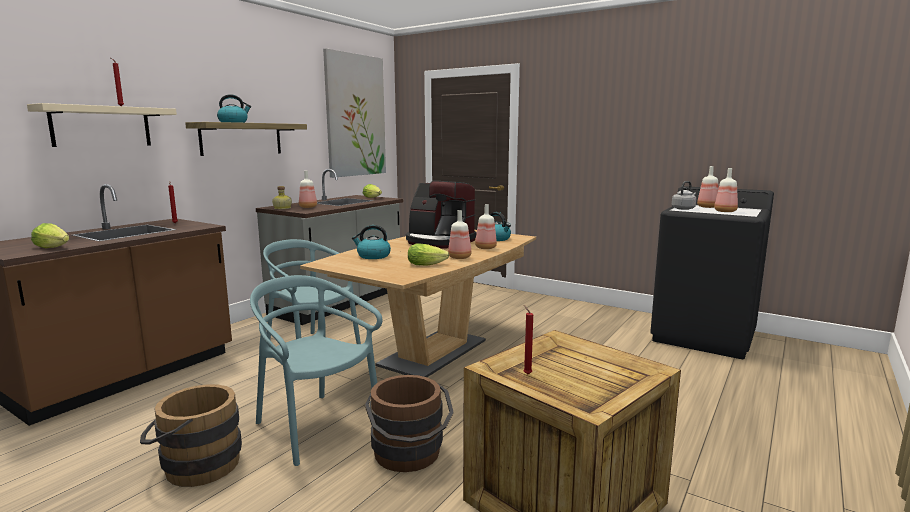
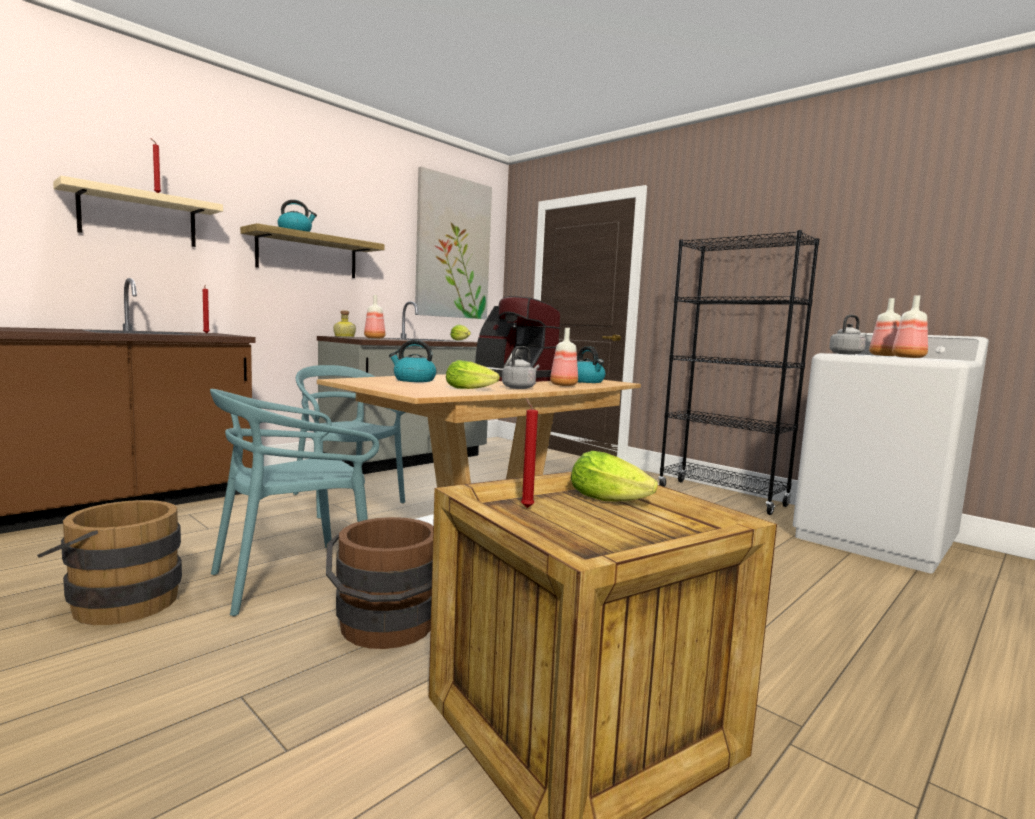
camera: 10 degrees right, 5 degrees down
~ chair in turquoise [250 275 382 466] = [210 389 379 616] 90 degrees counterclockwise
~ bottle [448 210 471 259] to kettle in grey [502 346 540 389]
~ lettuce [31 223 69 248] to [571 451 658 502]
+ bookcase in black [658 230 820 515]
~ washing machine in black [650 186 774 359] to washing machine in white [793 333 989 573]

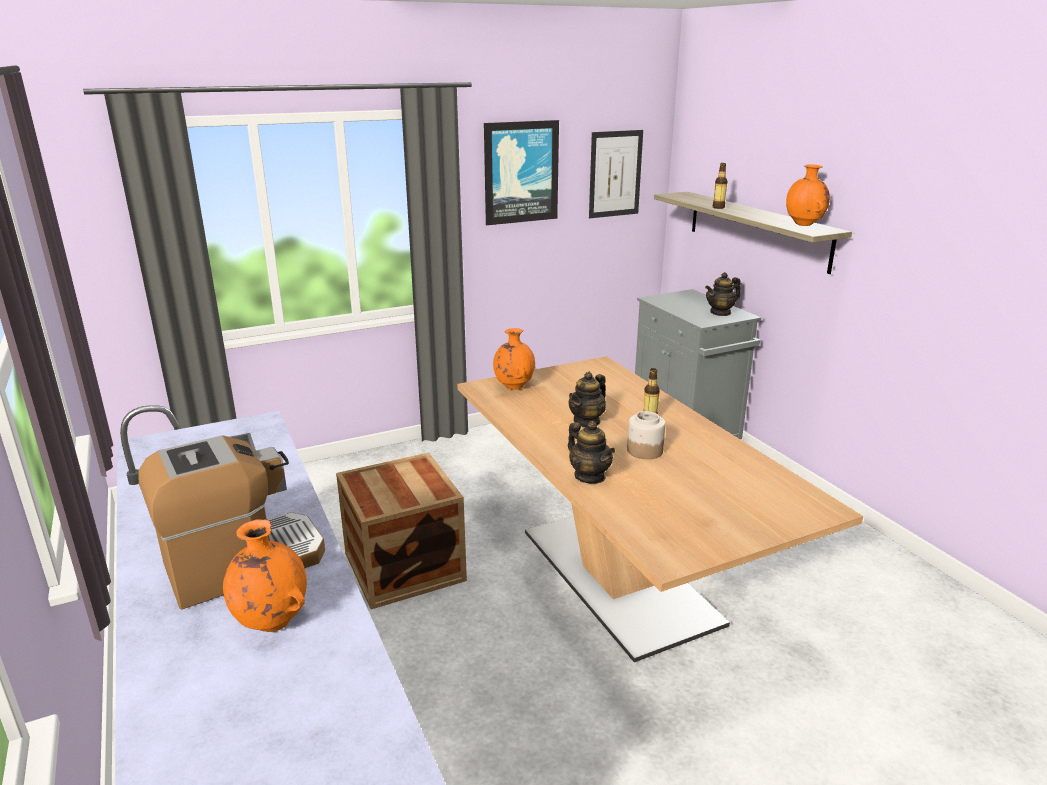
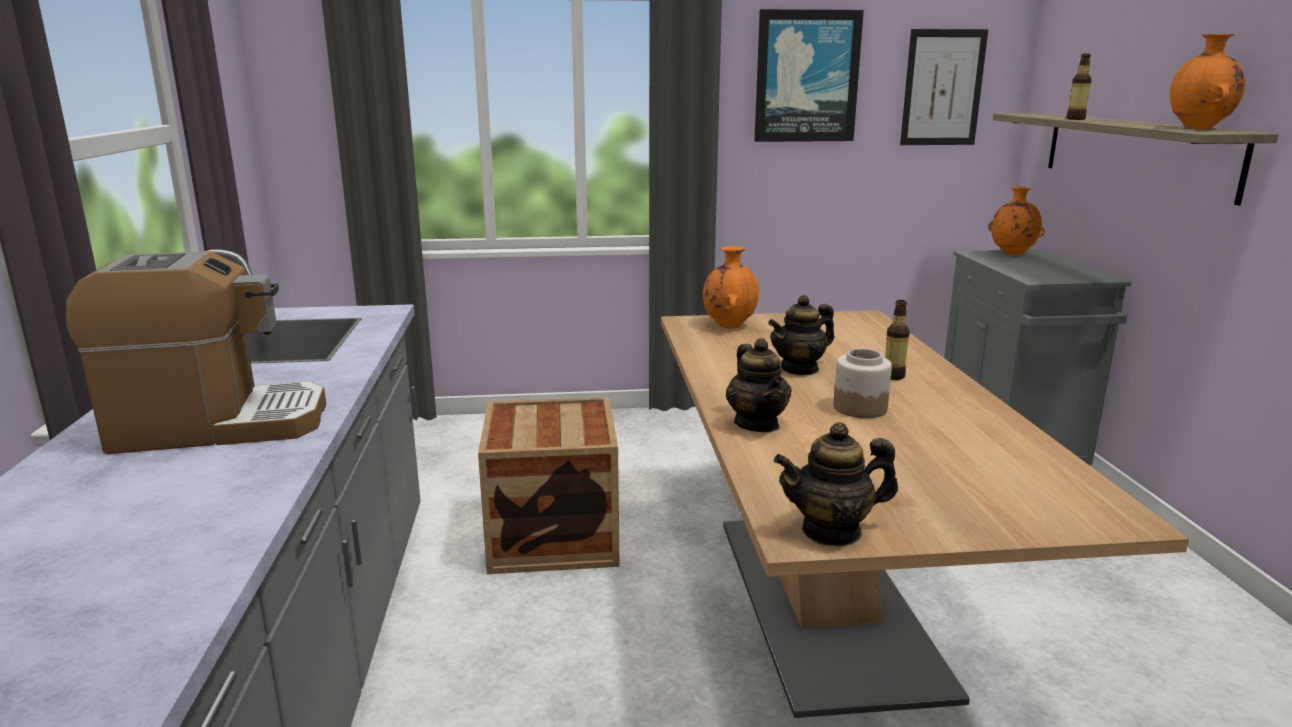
camera: 20 degrees right, 5 degrees down
~ teapot [705 272 741 316] to [774 422 898 546]
~ vase in orange [223 519 307 632] to [988 186 1045 255]

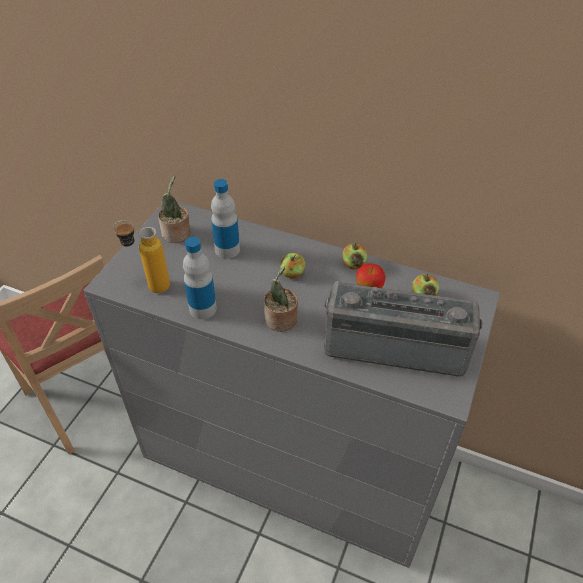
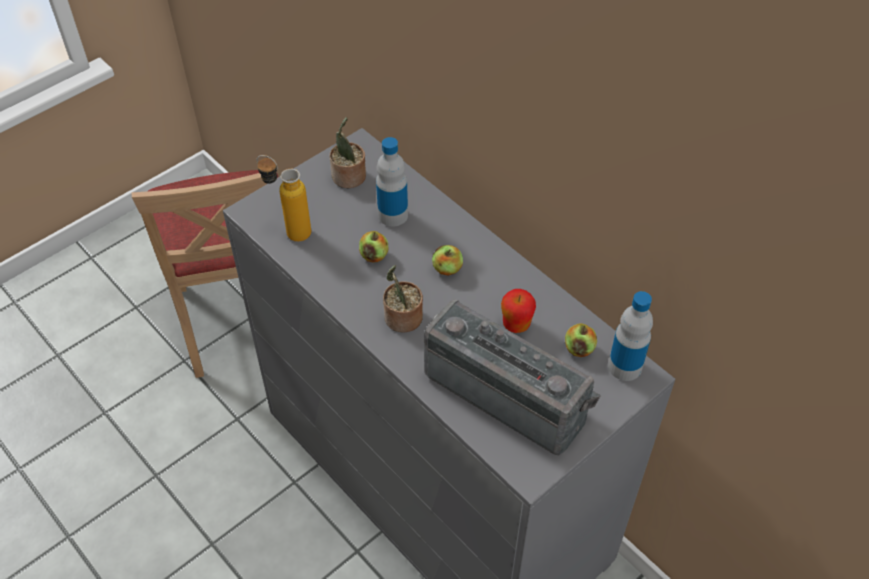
camera: 25 degrees right, 5 degrees up
~ apple [342 243 367 269] to [359 231 389 263]
~ bottle [183 237 217 319] to [608 291 653 381]

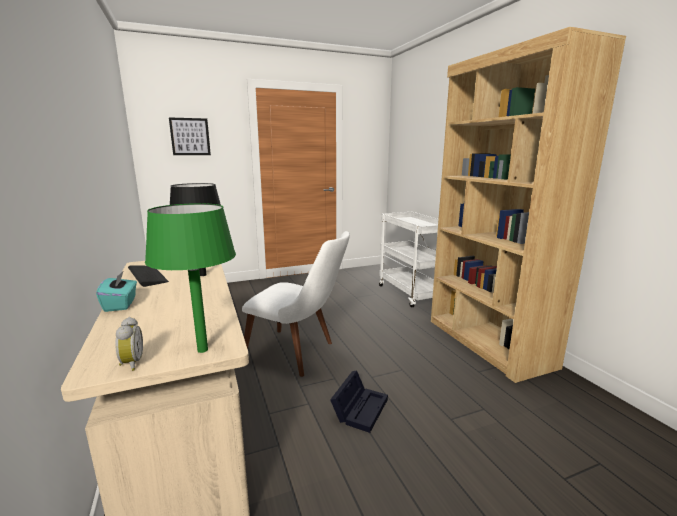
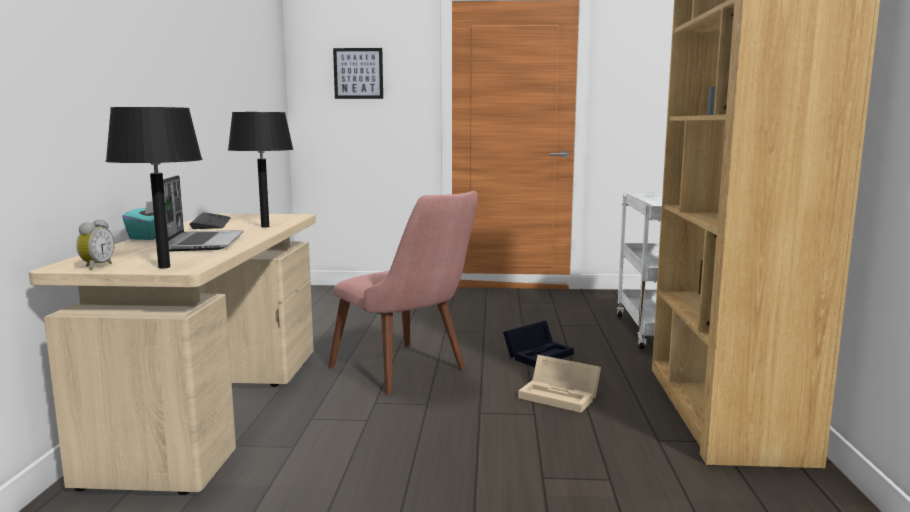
camera: 25 degrees right, 5 degrees down
~ table lamp in green [145 203 236 353] to table lamp in black [106 107 203 269]
+ laptop [163 175 244 251]
~ chair in white [242 231 350 377] to chair in pink [328 191 478 394]
~ storage box in black [330 371 388 433] to [503 321 574 367]
+ storage box in beige [518 355 601 413]

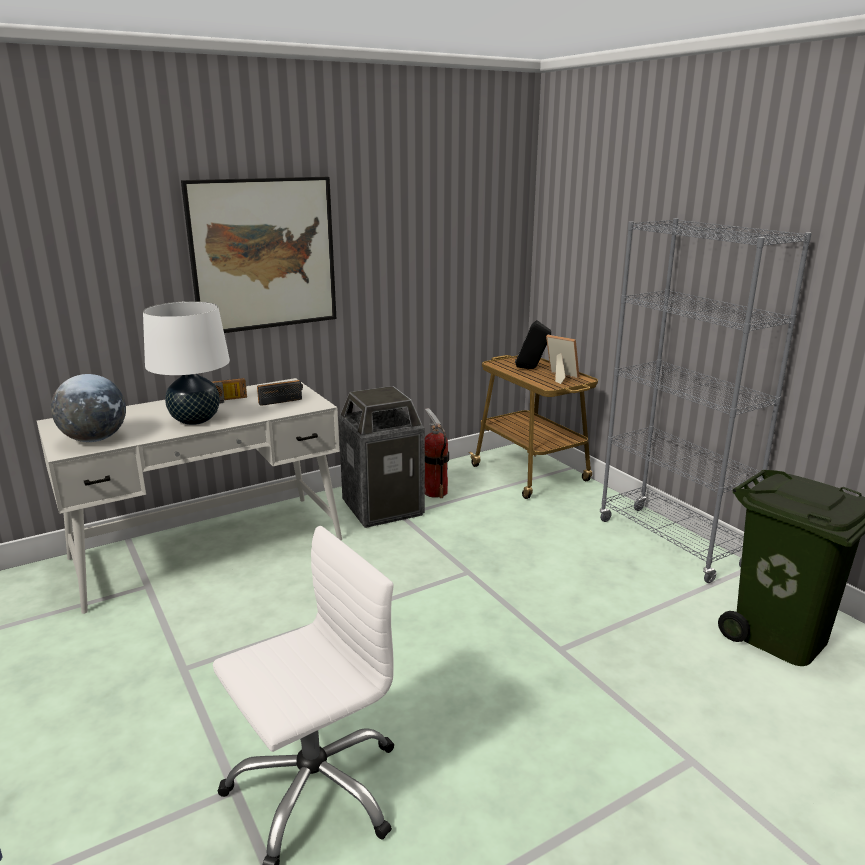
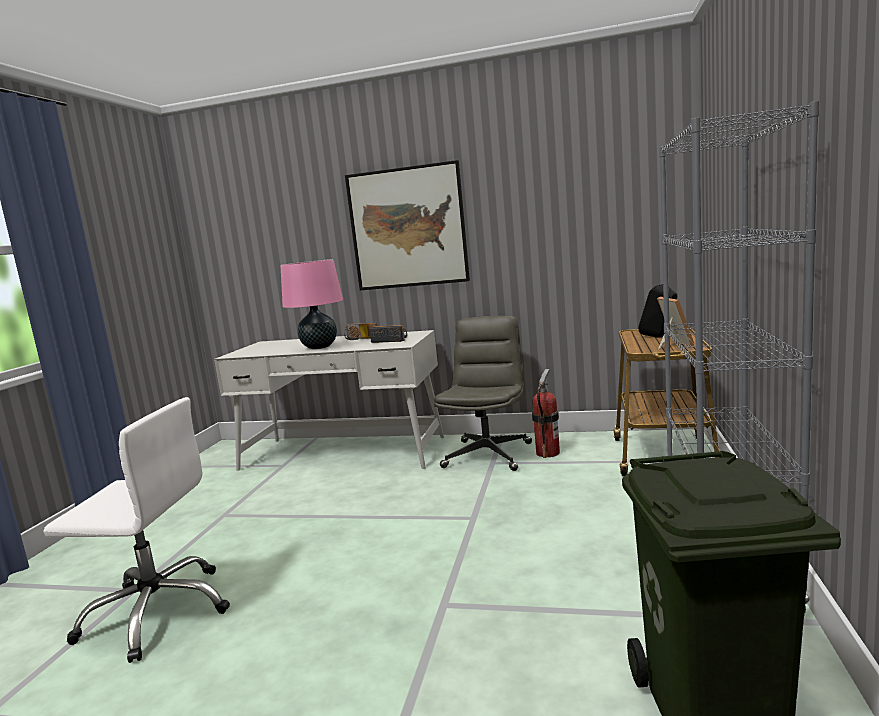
camera: 45 degrees right, 10 degrees down
~ table lamp in white [143 301 230 425] to table lamp in pink [281 259 343 349]
~ trash can [339 386 425 528] to office chair in grey [434 316 532 471]
- globe [51 374 126 442]

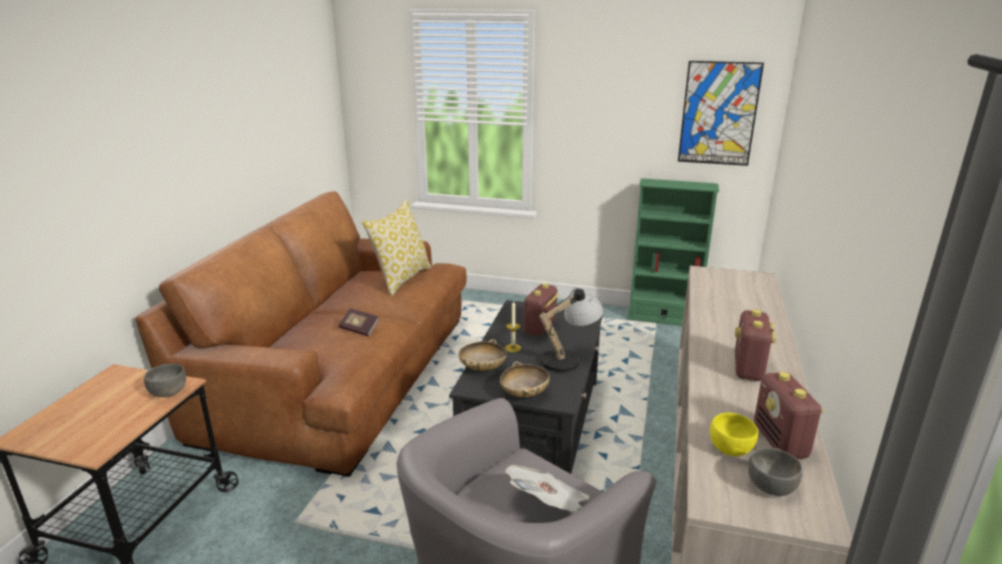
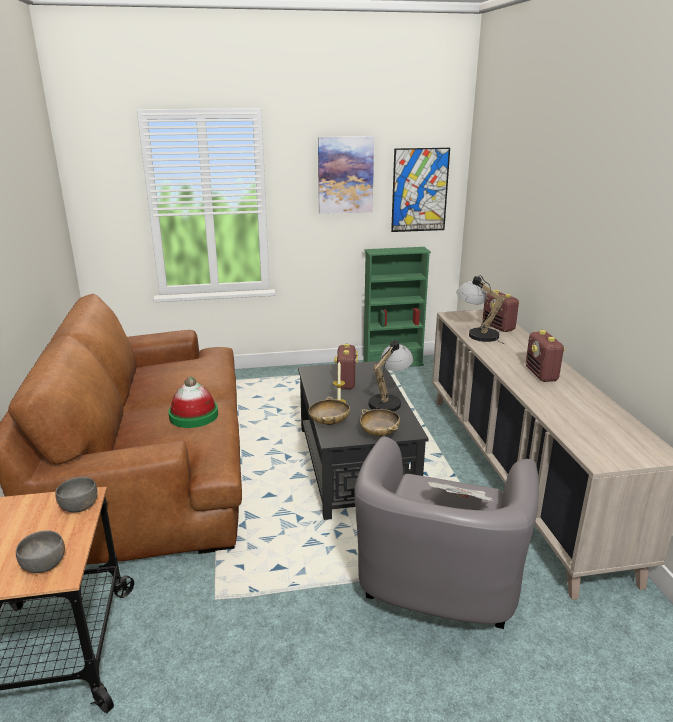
camera: 25 degrees left, 0 degrees up
~ bowl in grey [748 448 803 496] to [16 530 65 573]
~ book [339 308 379 336] to hat [168 377 218 428]
+ picture [318 136 374 214]
+ table lamp [457 275 506 344]
~ radio [754 372 824 459] to [483 290 519 332]
- pillow [362 199 431 296]
- bowl in yellow [710 413 758 456]

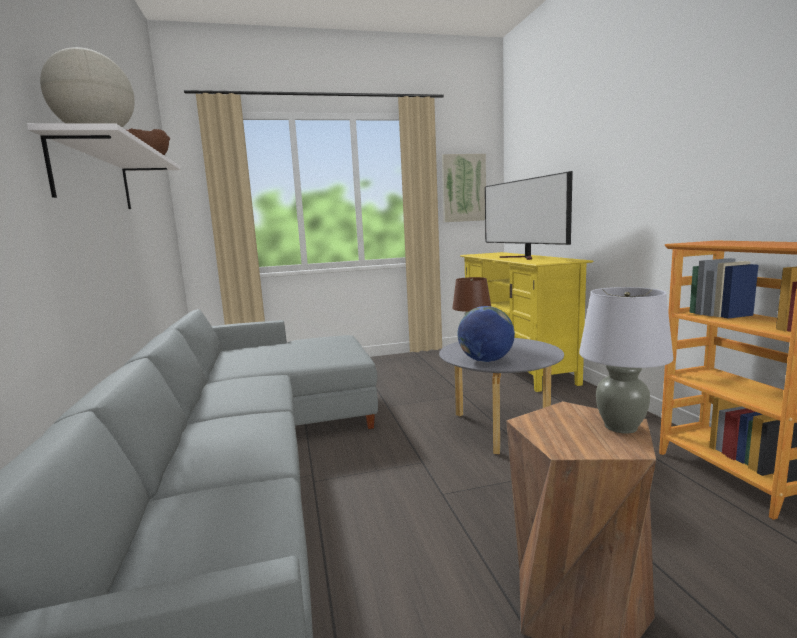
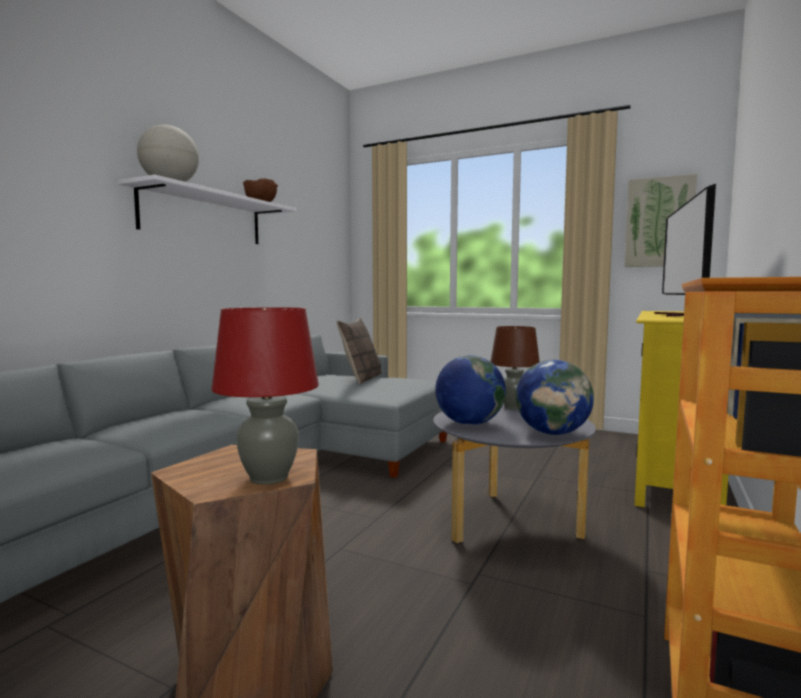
camera: 40 degrees right, 5 degrees down
~ table lamp in grey [579 287 673 434] to table lamp in red [211 307 319 485]
+ pillow [337 318 381 385]
+ globe [516 360 594 435]

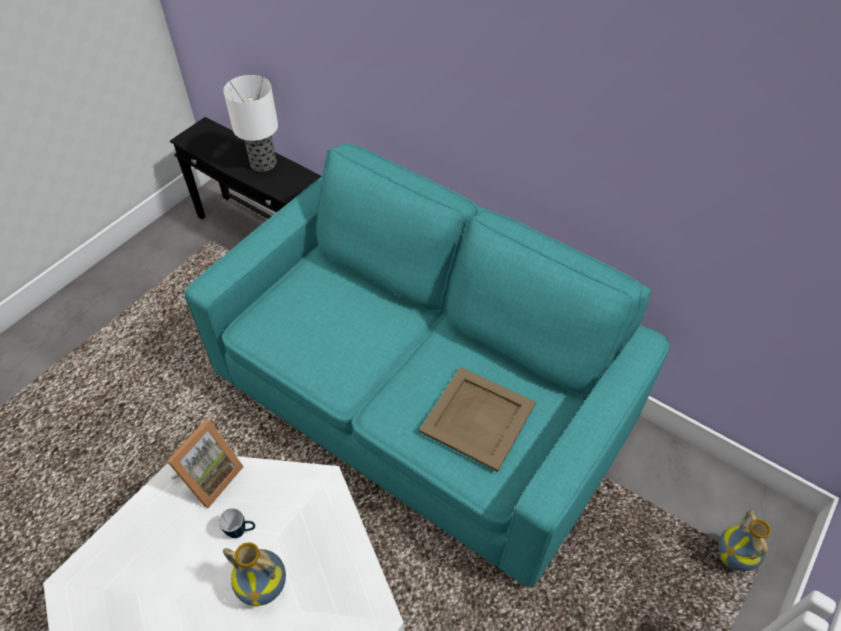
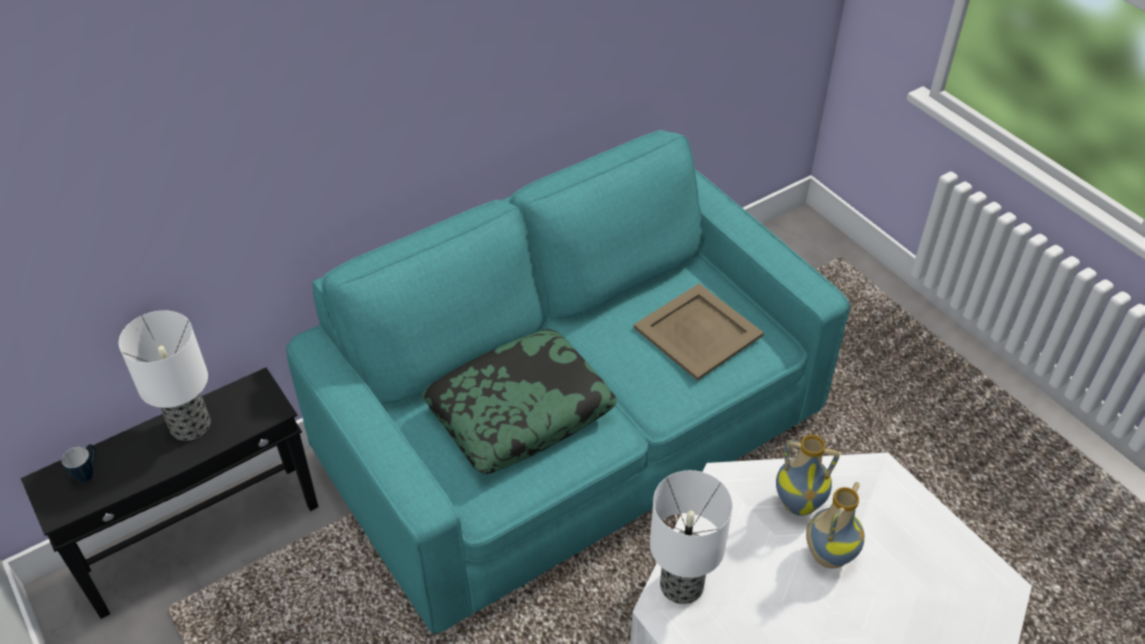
camera: 70 degrees left, 5 degrees down
~ mug [219 508 255 538] to [61 444 96 482]
+ pillow [422 329 617 474]
~ picture frame [167 419 244 508] to table lamp [650 470 733 604]
~ vase [719 510 771 571] to [776 435 840 516]

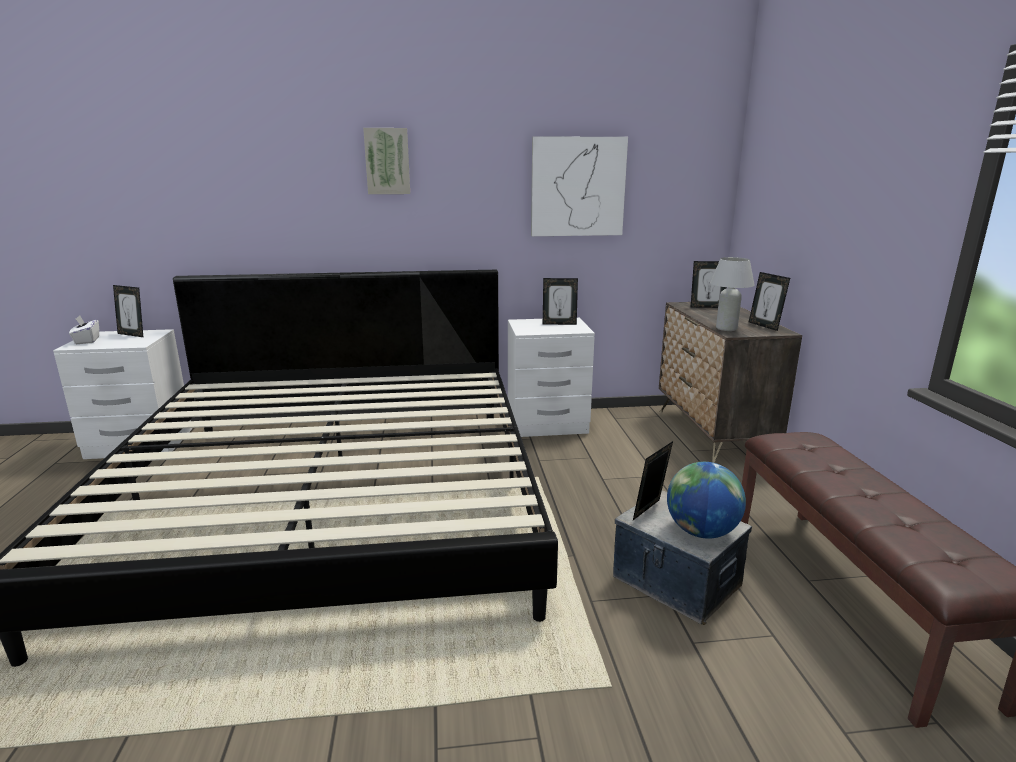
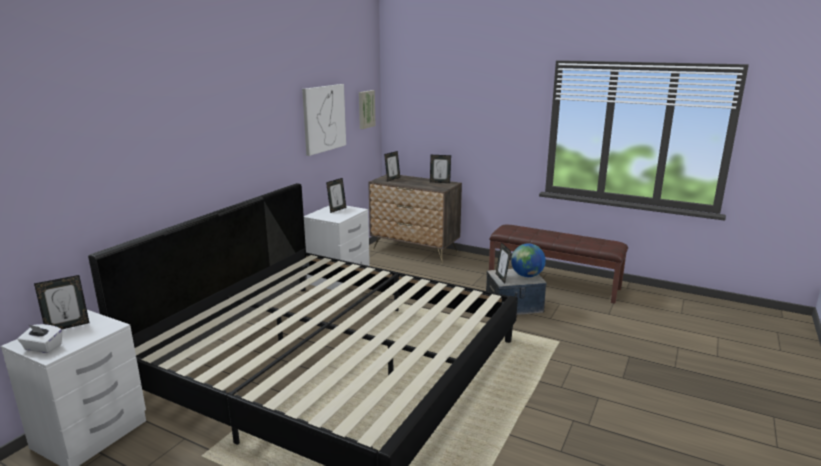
camera: 55 degrees left, 0 degrees up
~ picture [363 128 410 194] to [359 90 376 129]
- table lamp in white [710 257 755 331]

